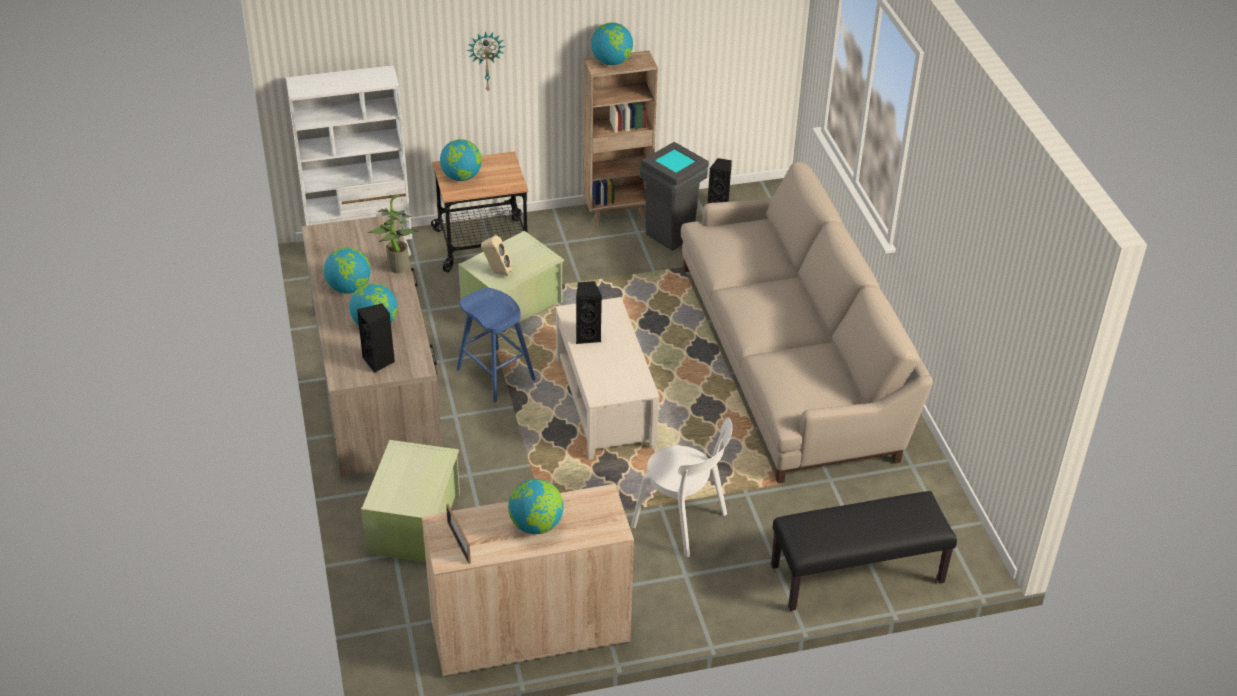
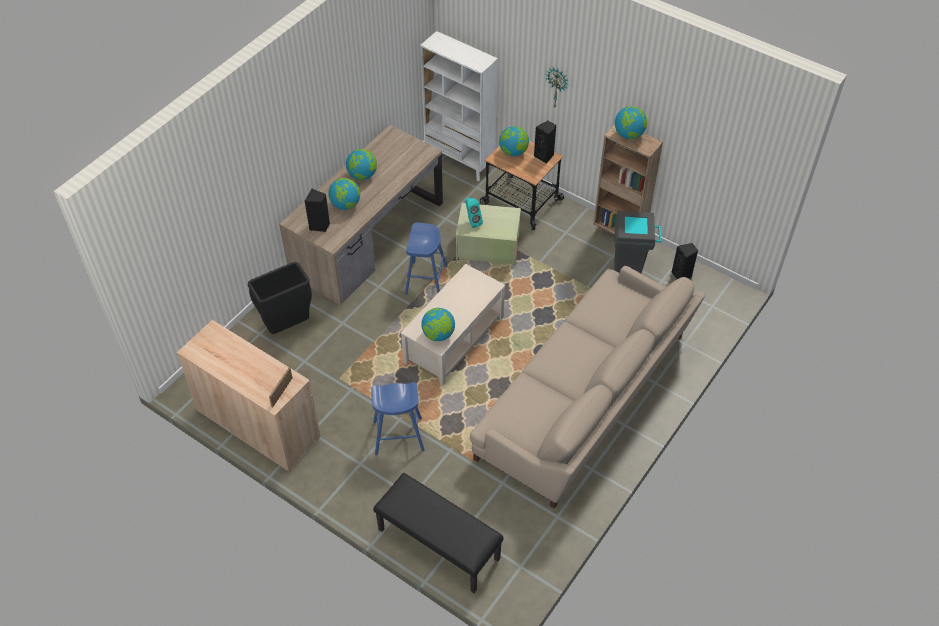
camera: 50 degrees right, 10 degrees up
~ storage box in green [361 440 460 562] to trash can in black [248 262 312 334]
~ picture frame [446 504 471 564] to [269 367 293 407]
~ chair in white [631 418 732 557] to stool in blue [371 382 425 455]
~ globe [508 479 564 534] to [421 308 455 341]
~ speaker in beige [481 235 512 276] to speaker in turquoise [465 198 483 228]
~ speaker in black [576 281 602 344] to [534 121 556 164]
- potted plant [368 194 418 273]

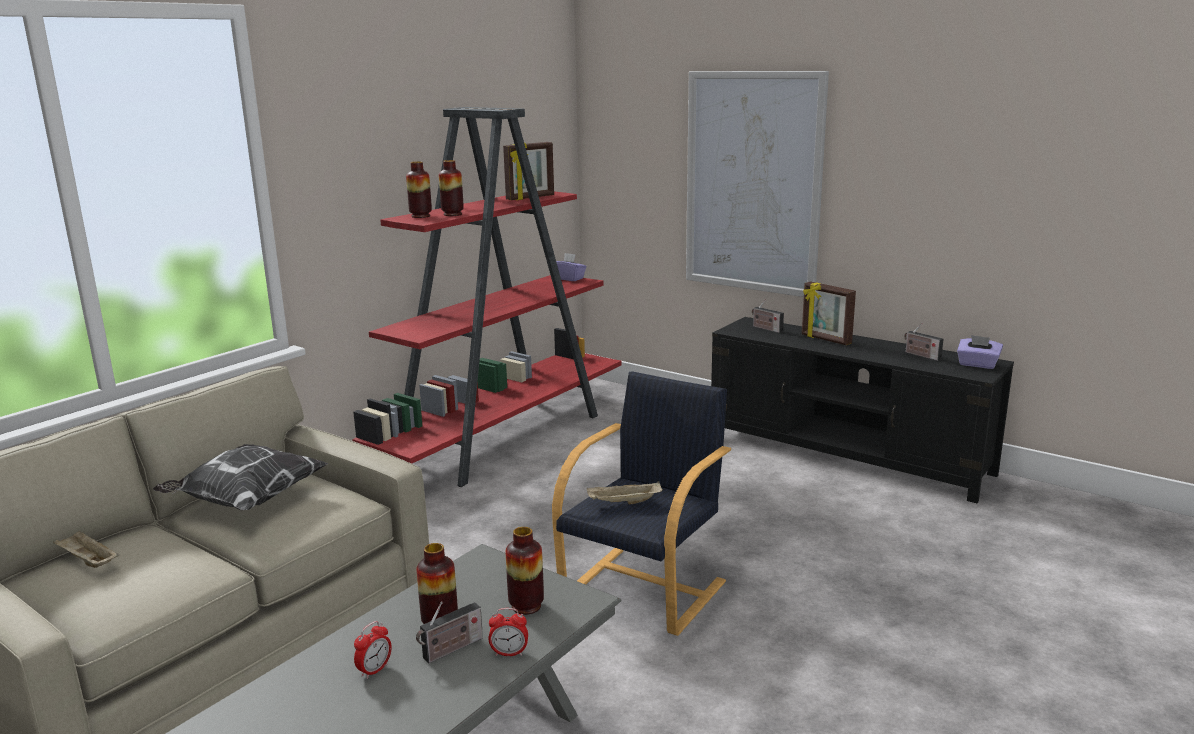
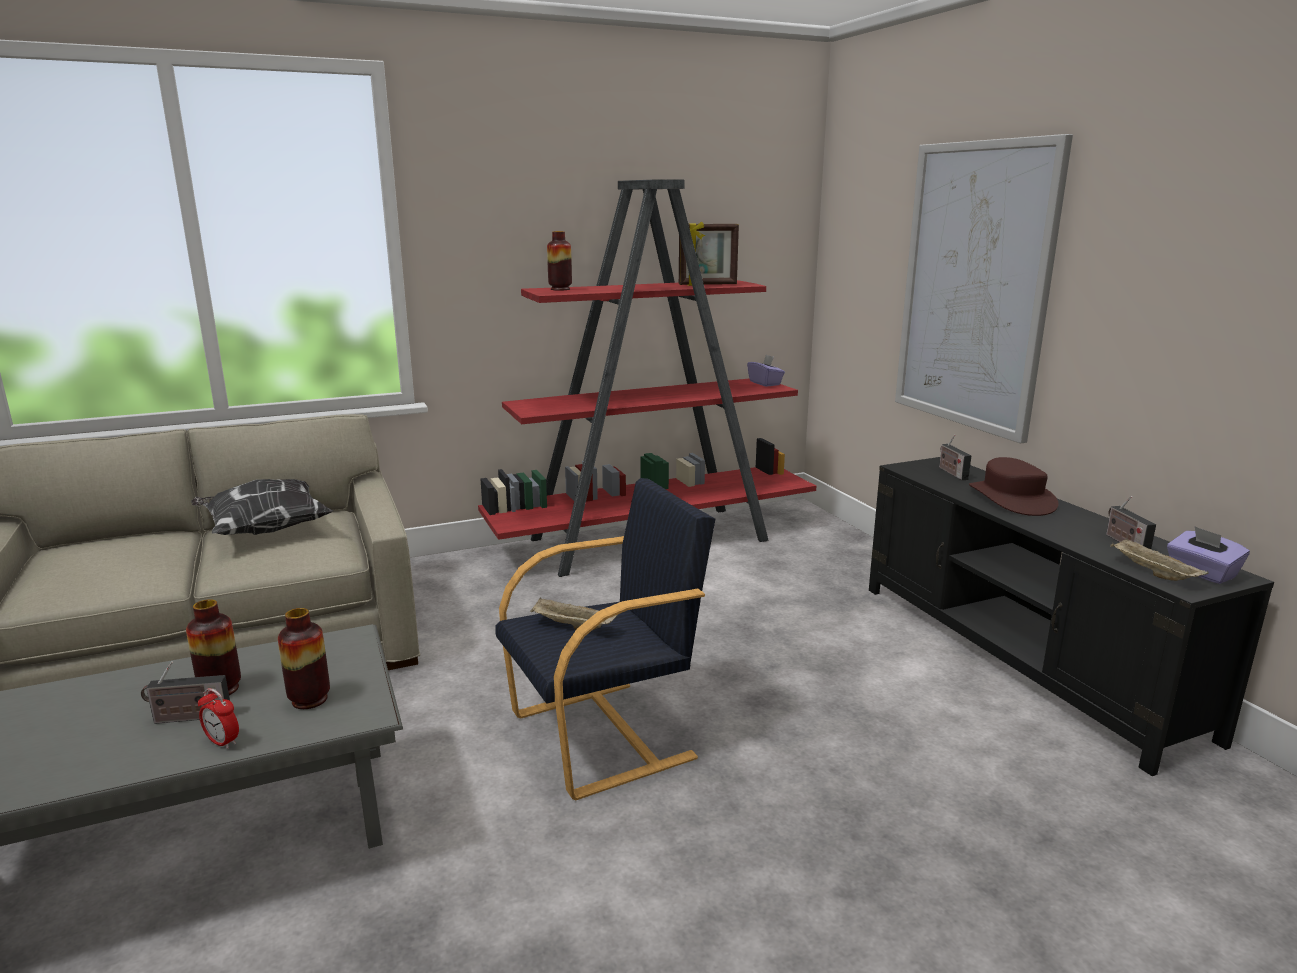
camera: 30 degrees right, 0 degrees up
~ picture frame [802 281 856 345] to hat in brown [969 457 1058 516]
~ tray in beige [53 531 120 568] to [1110 538 1208 581]
- alarm clock [354 621 392 679]
- vase [439 160 464 216]

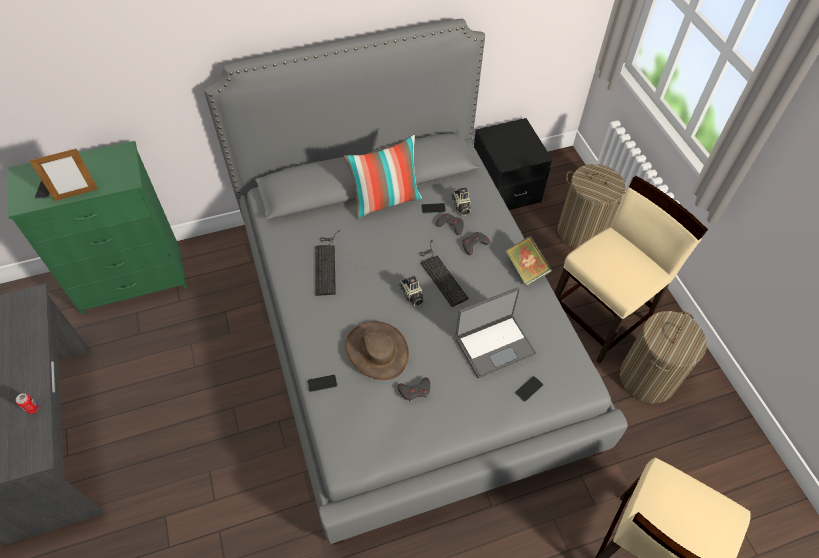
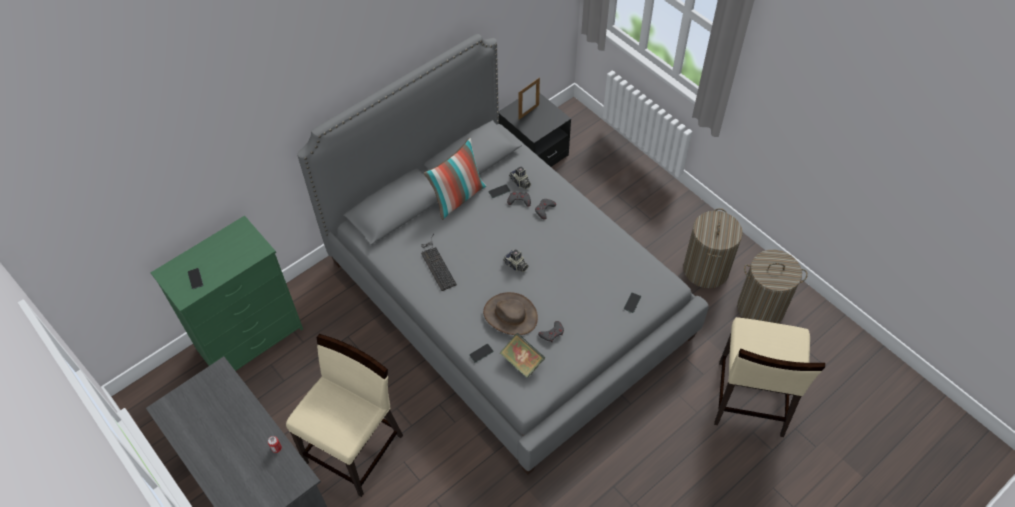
camera: 20 degrees left, 0 degrees up
~ chair in beige [555 176 708 364] to [286 334 403 497]
~ book [506 236 552 286] to [500 333 545 378]
~ picture frame [29 149 98 201] to [519 77 540 120]
~ laundry basket [557 164 626 248] to [737 250 808 324]
- keyboard [419 240 469 307]
- laptop [455 287 536 378]

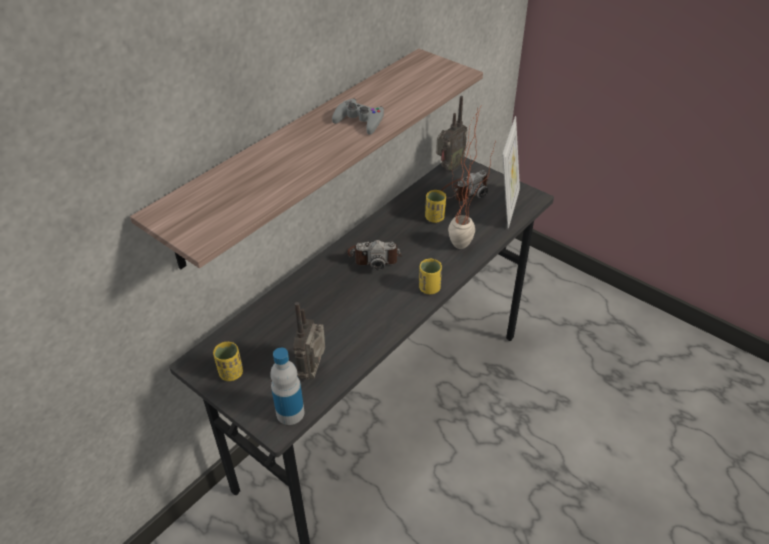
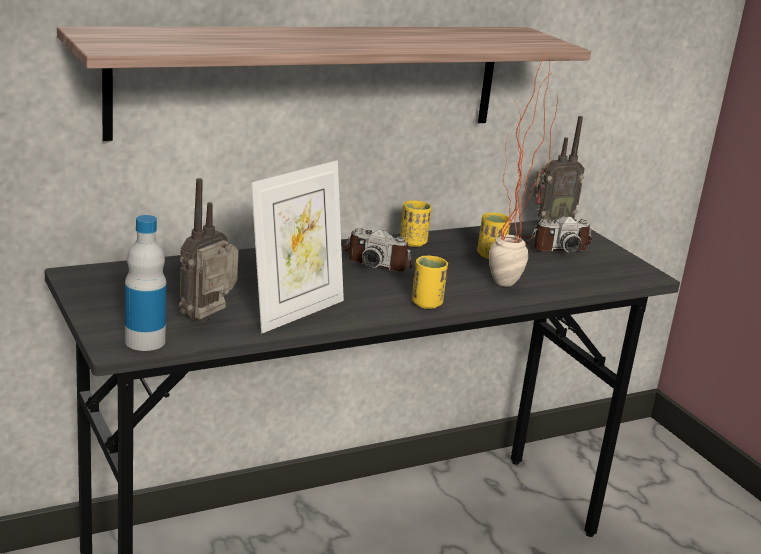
camera: 20 degrees right, 20 degrees down
~ picture frame [502 116 520 229] to [251 160 344 333]
~ cup in yellow [213 342 243 381] to [400 200 432 247]
- game controller in grey [332 98 384 135]

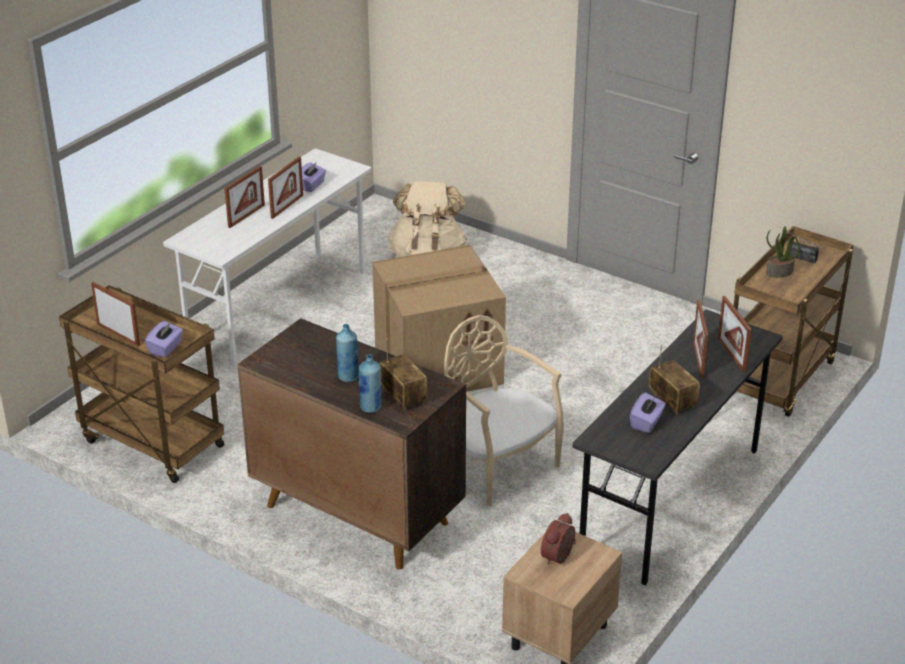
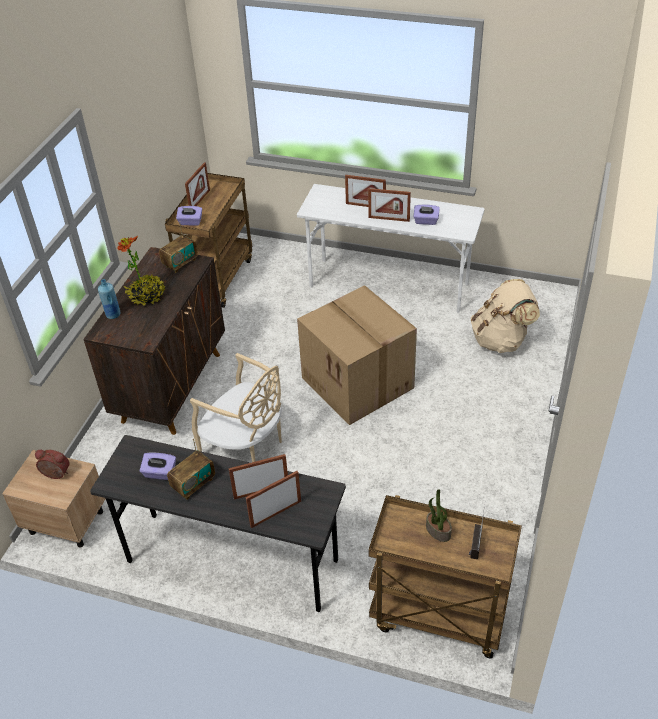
camera: 75 degrees right, 10 degrees up
~ bottle in blue [336 324 359 382] to potted plant [117 236 165 306]
~ radio [379 339 427 410] to [159 221 198 273]
~ chair in beige [444 315 564 506] = [190 353 282 462] 90 degrees clockwise

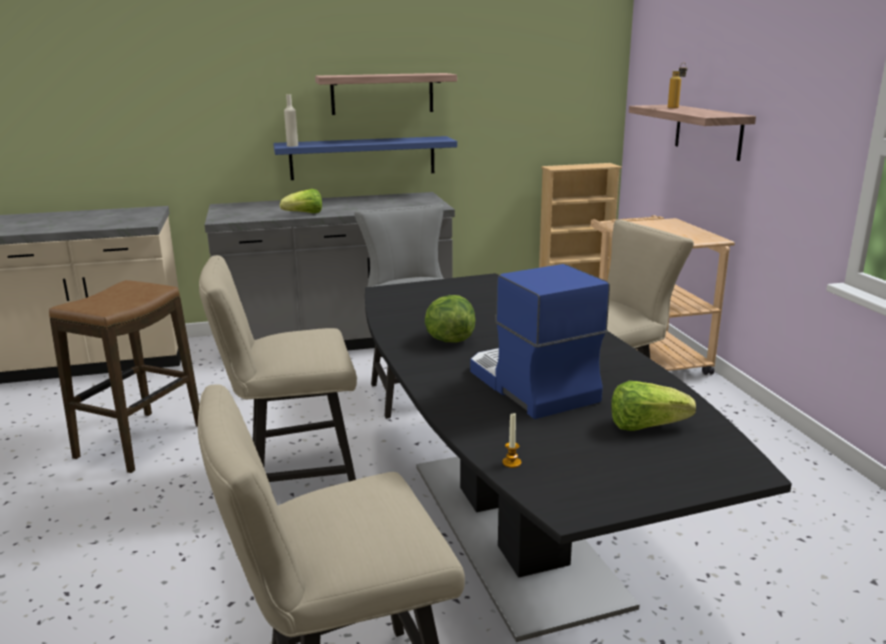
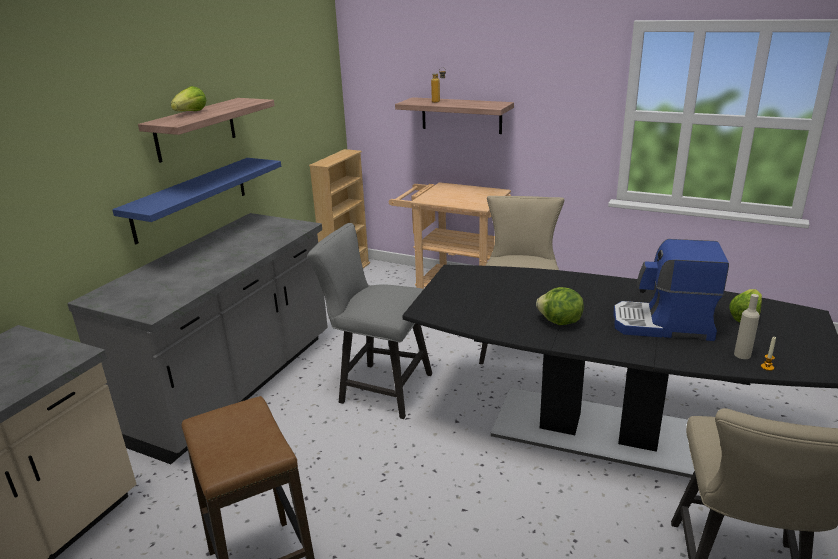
camera: 50 degrees left, 5 degrees up
~ lettuce [280 189 322 213] to [171 86 206 111]
~ bottle in beige [284 94 298 147] to [734 294 760 359]
- chair in beige [199 255 357 482]

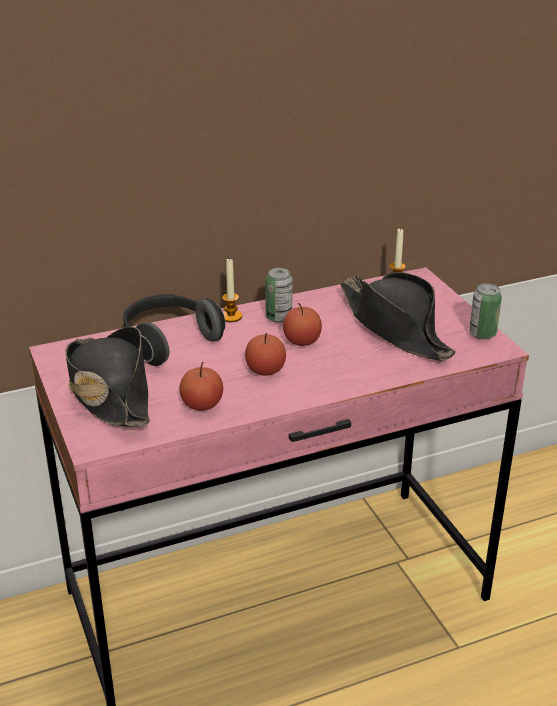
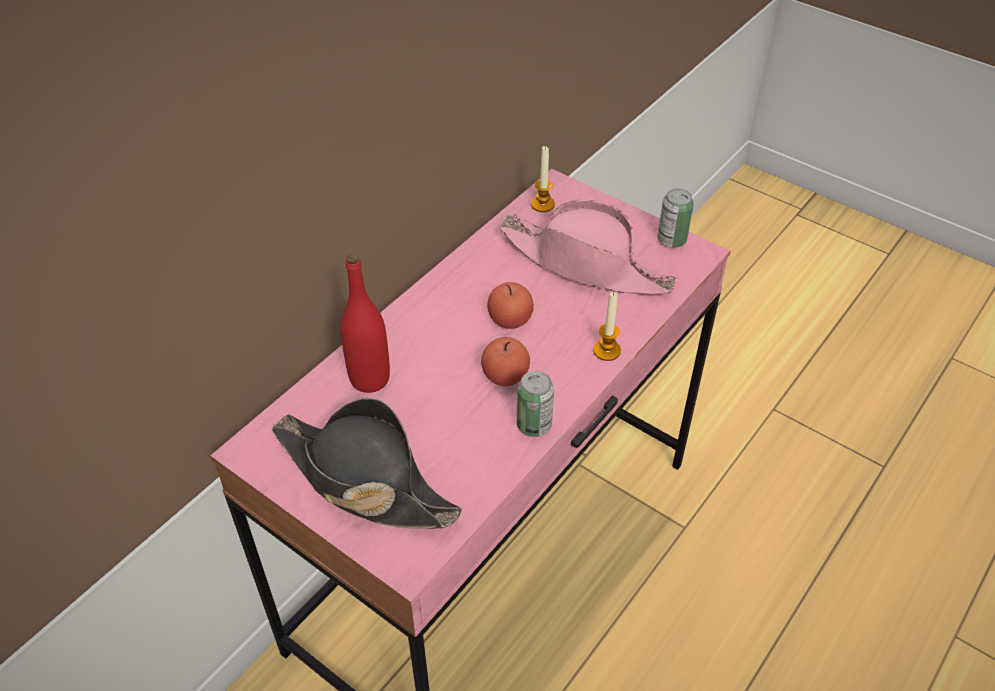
camera: 30 degrees left, 15 degrees up
~ headphones [123 294 226 366] to bottle in red [340 254 390 393]
~ hat in black [340 272 456 361] to hat in pink [499 200 677 294]
~ can [265 268 293 322] to [517 371 554 437]
~ candle [222 258 242 322] to [593 292 621 361]
- apple [179 361 223 411]

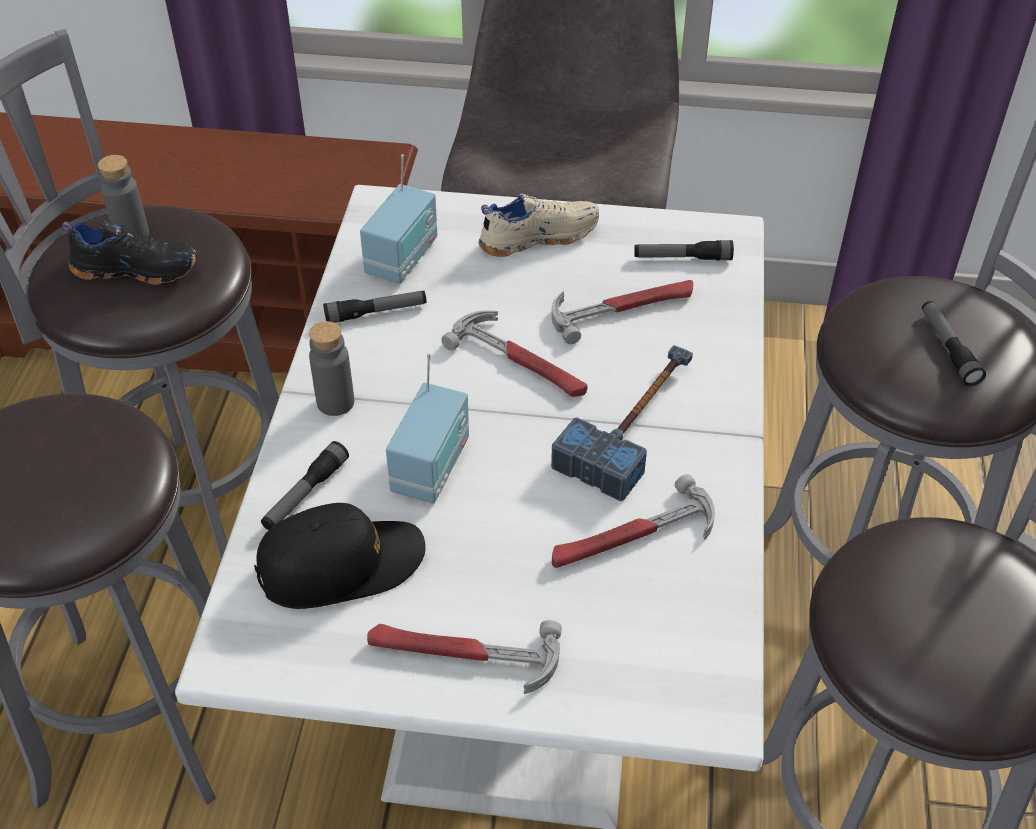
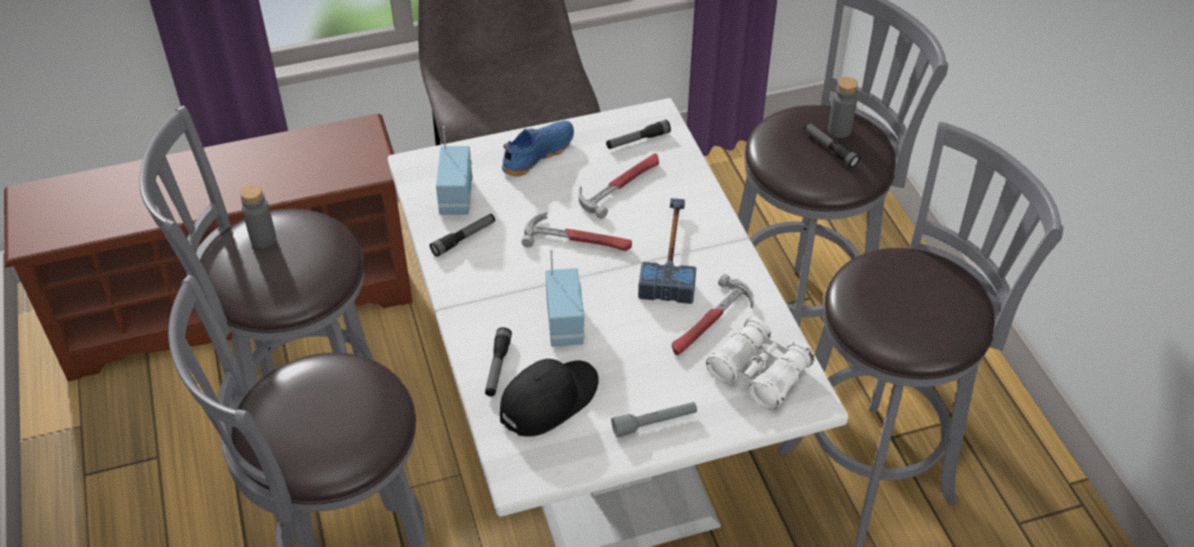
camera: 25 degrees left, 0 degrees up
~ shoe in beige [479 194 599 257] to shoe in blue [502 121 574 176]
~ hammer [367 620 562 694] to flashlight in grey [611 402 697 438]
+ binoculars in white [706 317 814 410]
~ bottle in grey [309 321 354 416] to [828 77 858 138]
- shoe in black [61 220 197 285]

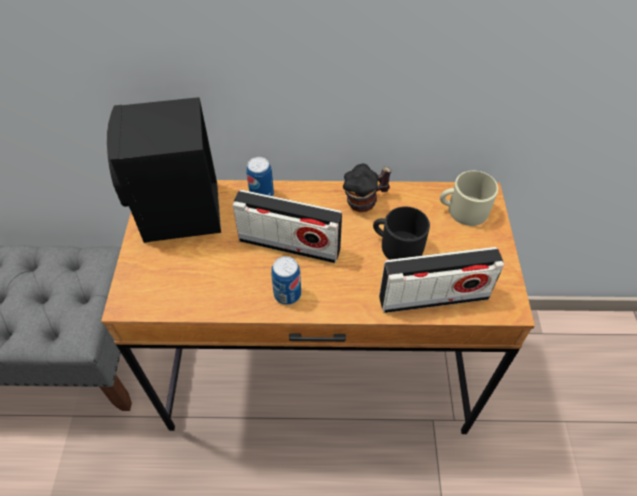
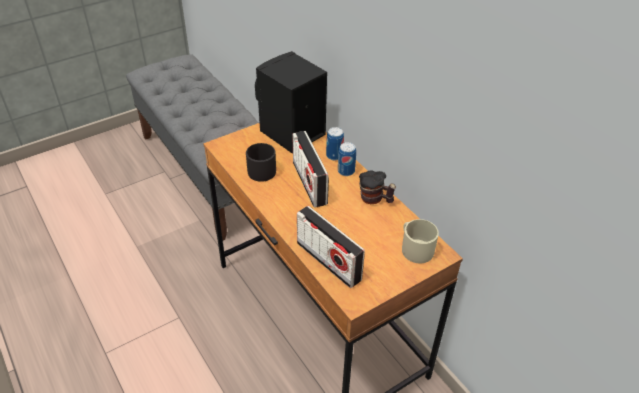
camera: 55 degrees right, 10 degrees down
~ mug in black [373 207 430 260] to [246 143 276 182]
~ can [271 256 301 305] to [338 142 356 176]

